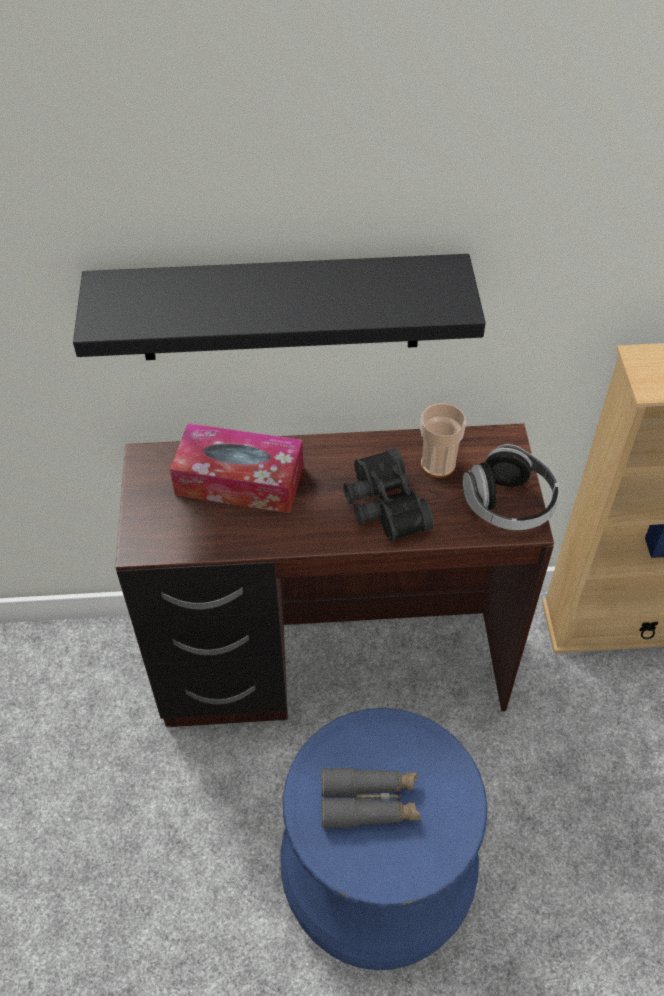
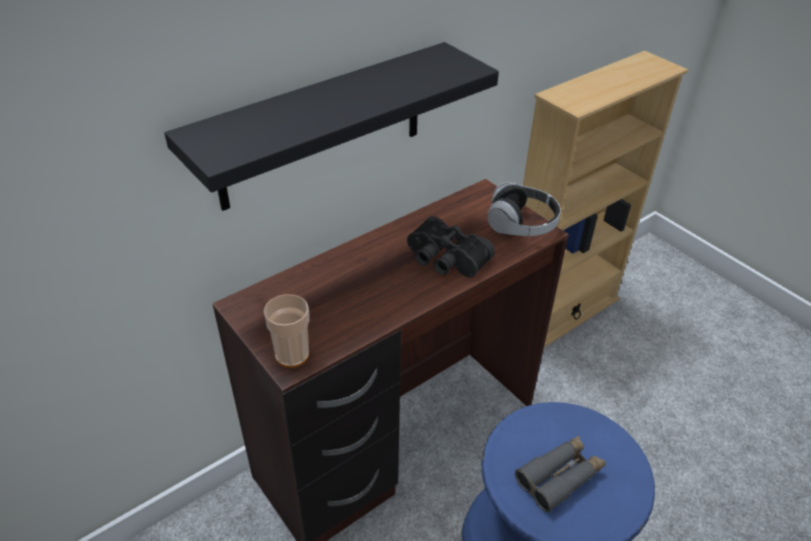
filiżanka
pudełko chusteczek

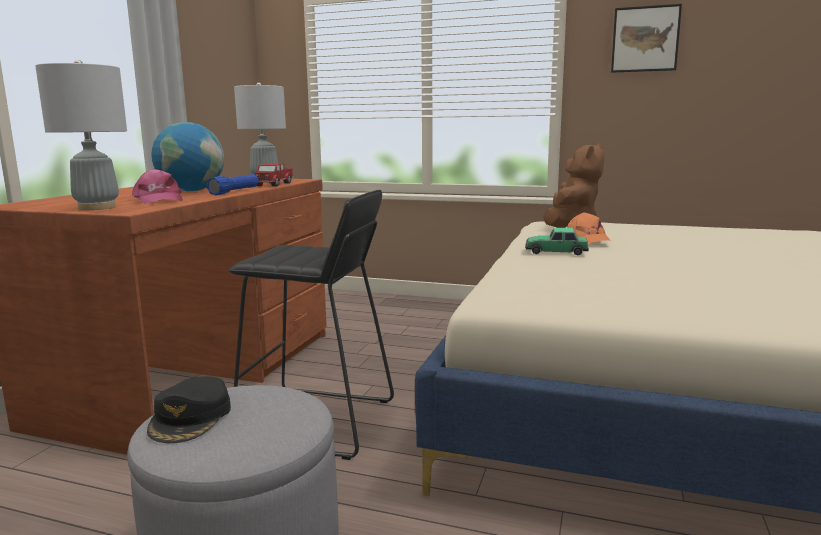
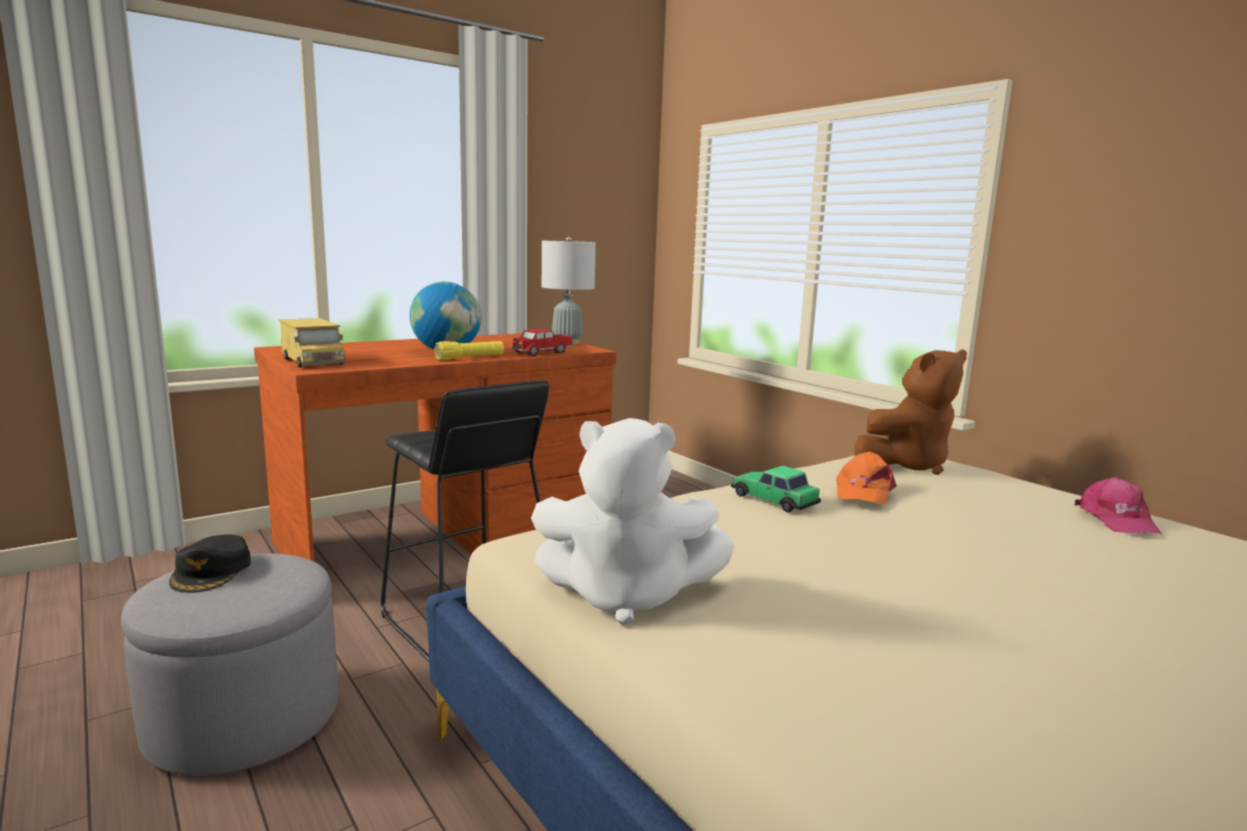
obraz
ciężarówka zabawkowa (no. 1 from left)
czapka z daszkiem [różowy]
latarka [żółty]
czapka z daszkiem [czarny]
pluszak [biały]

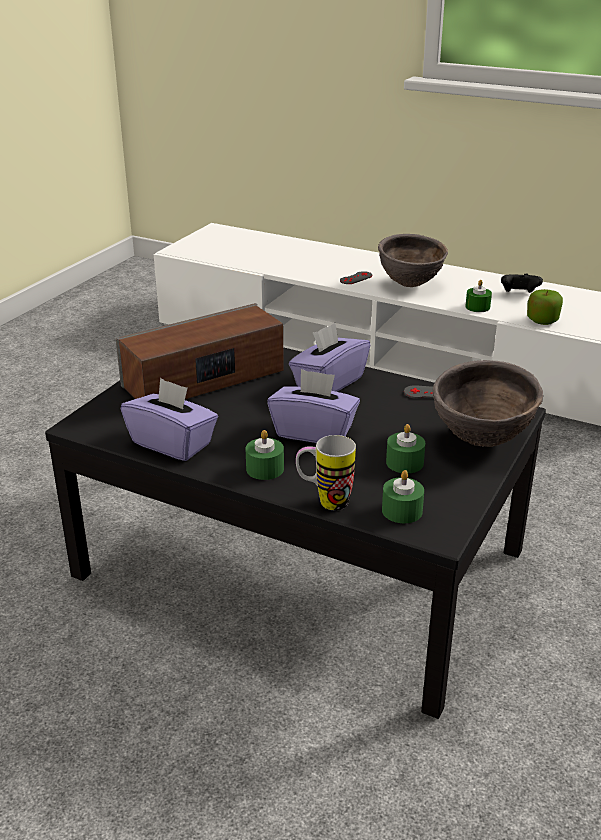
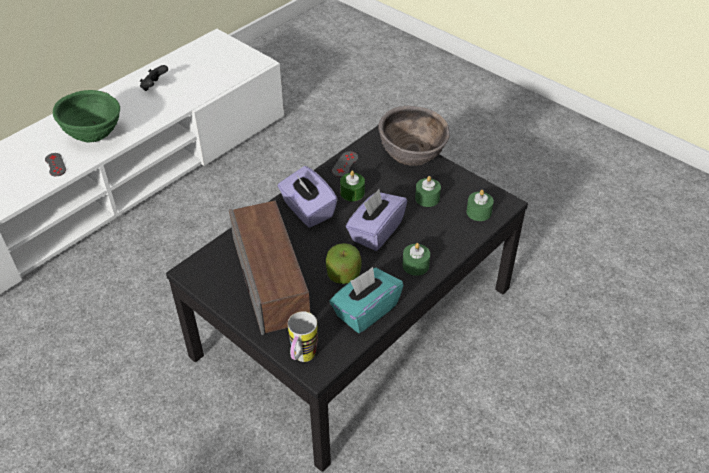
miska [zielony]
świeca [zielony] (no. 1 from left)
jabłko
pudełko chusteczek [turkusowy]
kubek

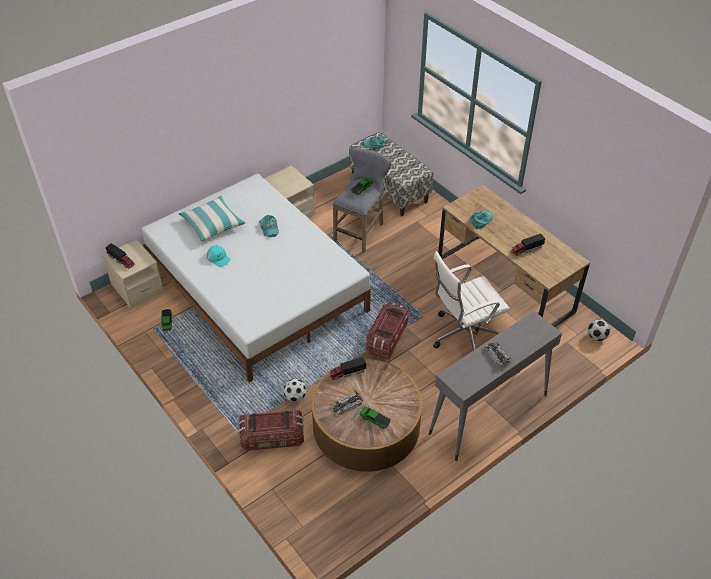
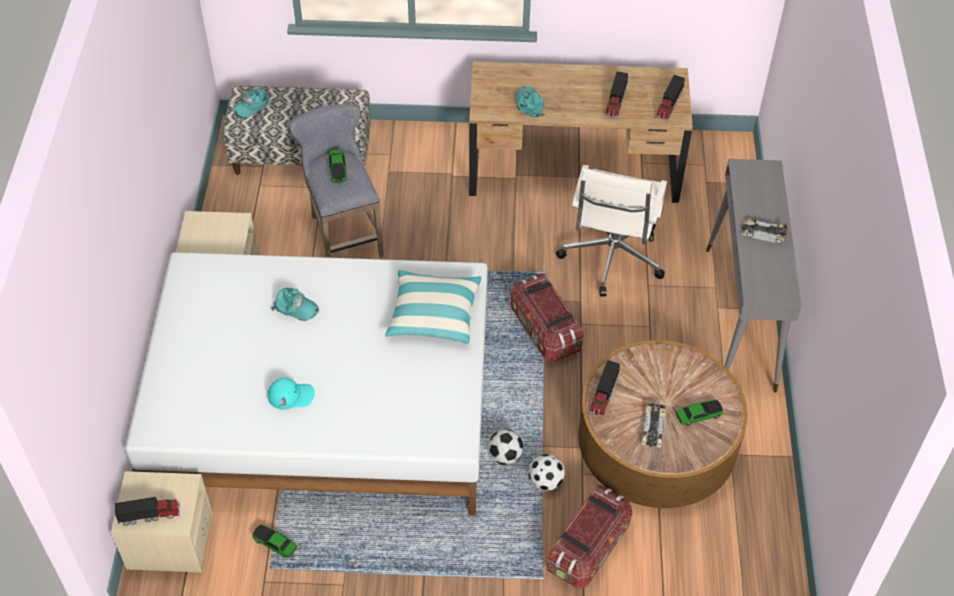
poduszka
piłka futbolowa (no. 1 from left)
ciężarówka zabawkowa (no. 4 from left)

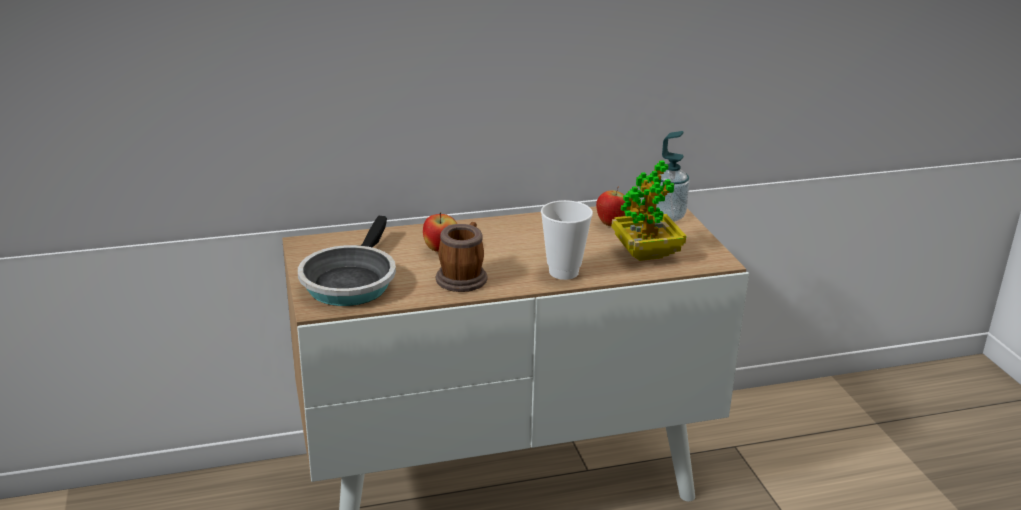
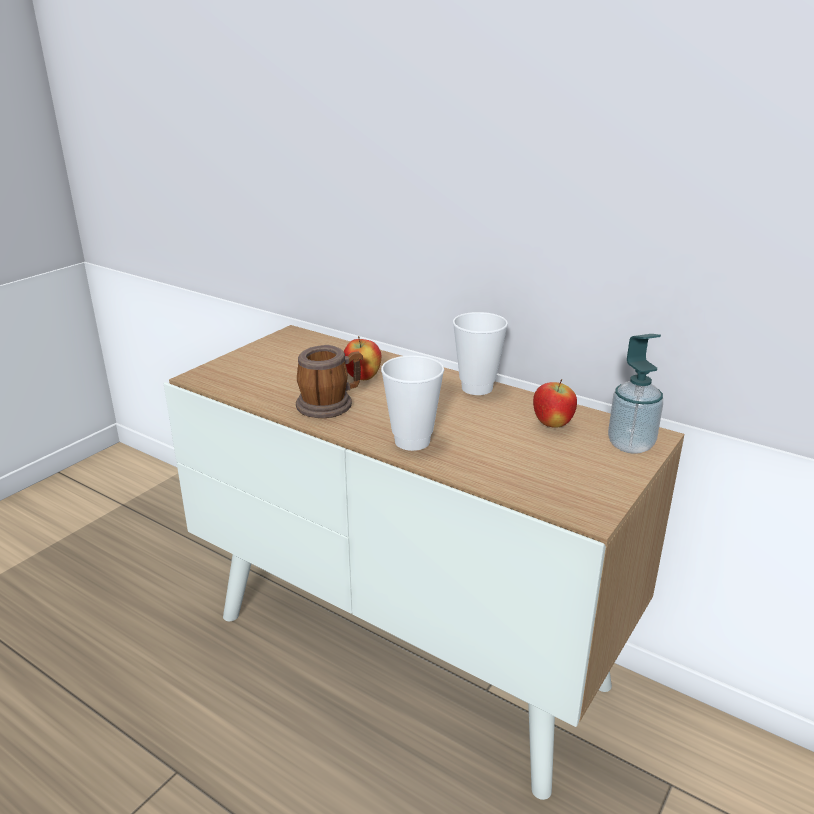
roślina doniczkowa
patelnia
filiżanka (no. 2 from left)

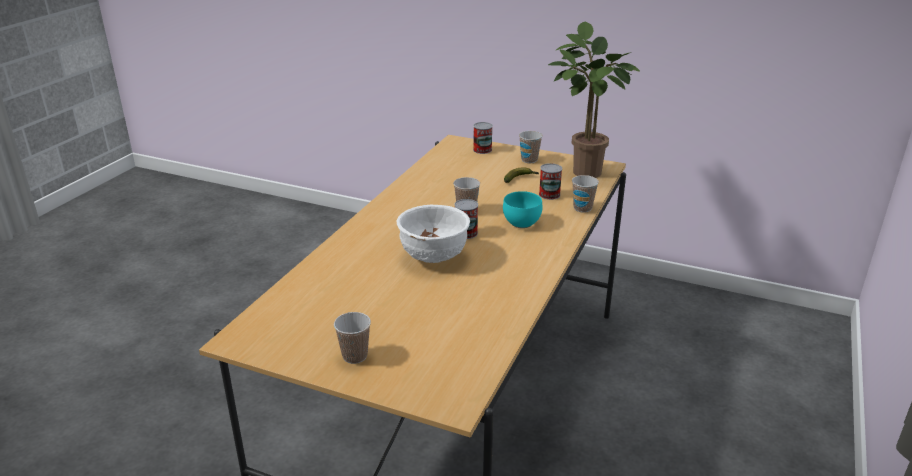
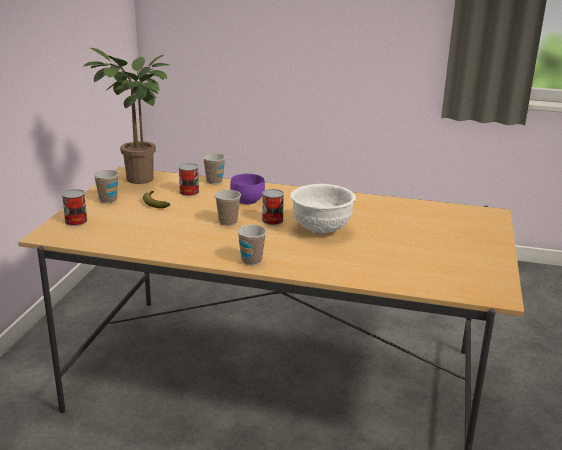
miska [fioletowy]
filiżanka (no. 4 from left)

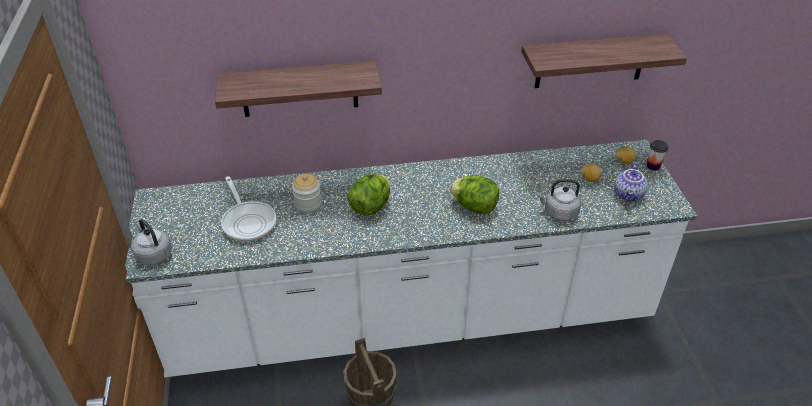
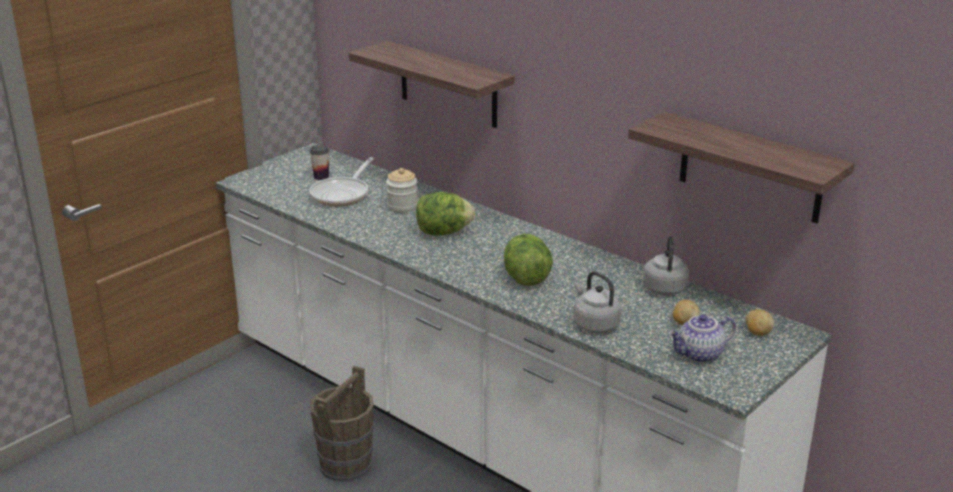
filiżanka
czajnik [szary] (no. 2 from left)

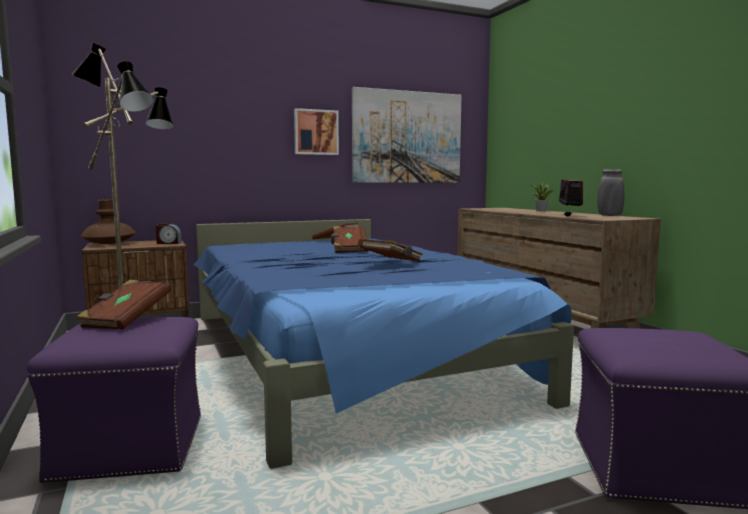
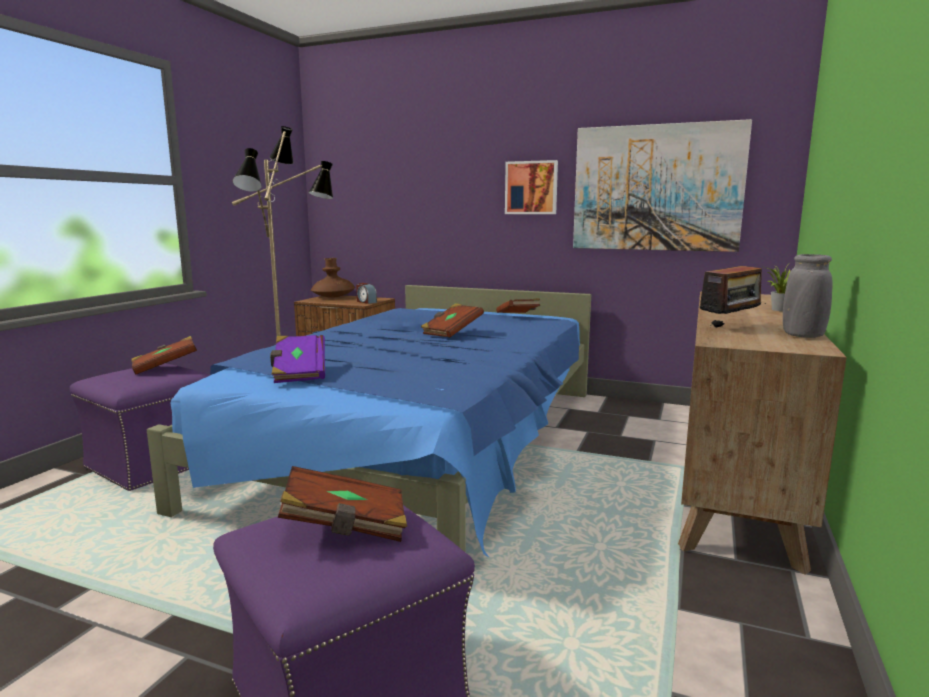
książka [brązowy] (no. 2 from left)
książka [fioletowy]

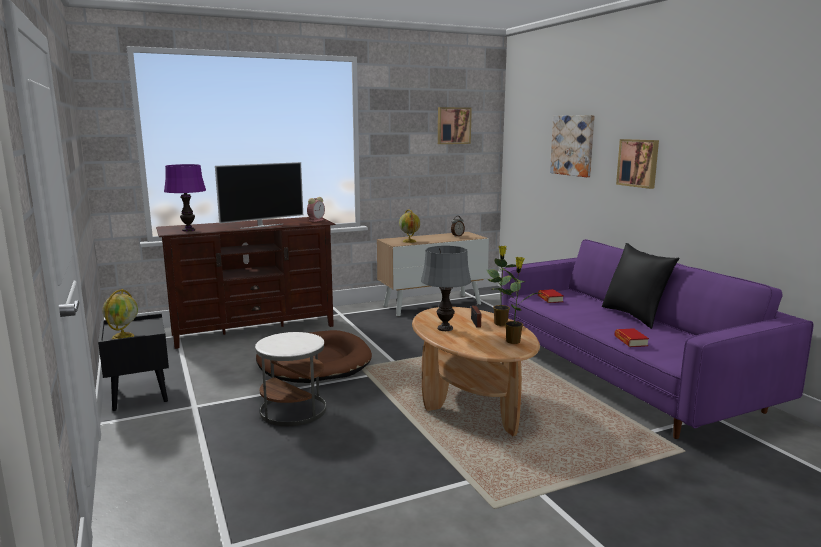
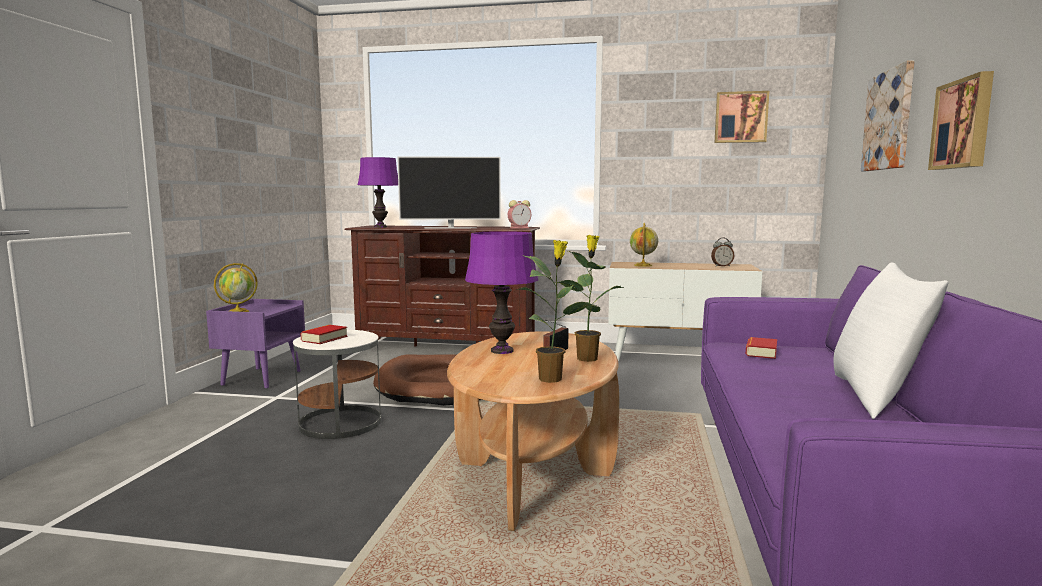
poduszka [biały]
lampa stołowa [fioletowy] (no. 2 from left)
szafka nocna [fioletowy]
książka (no. 1 from left)

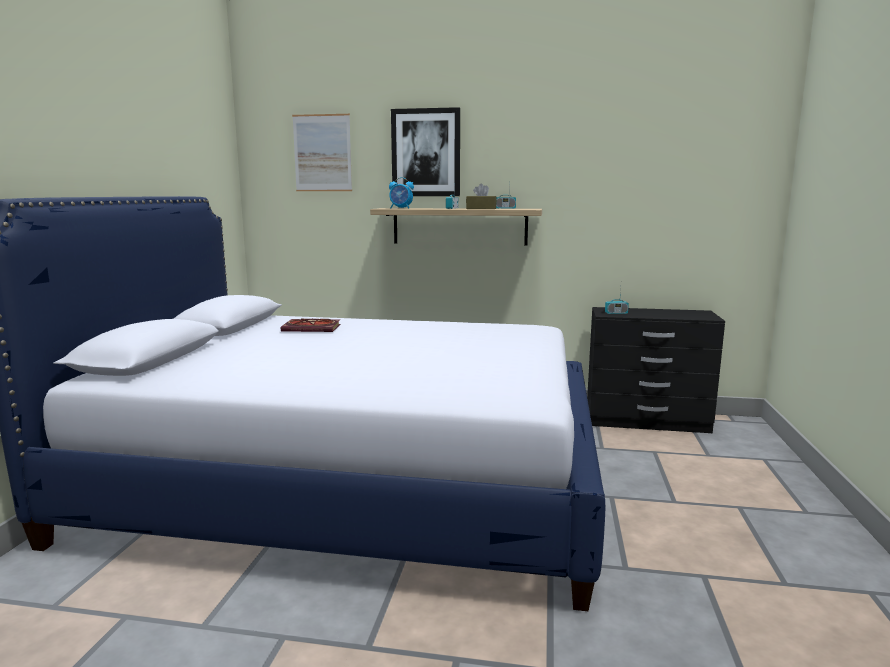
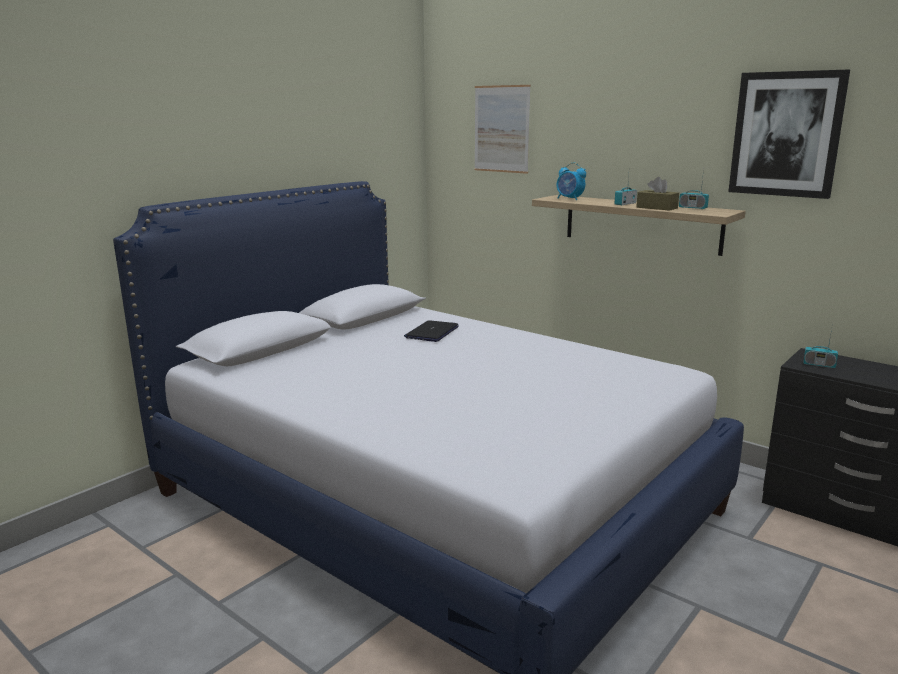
obraz (no. 2 from left)
laptop

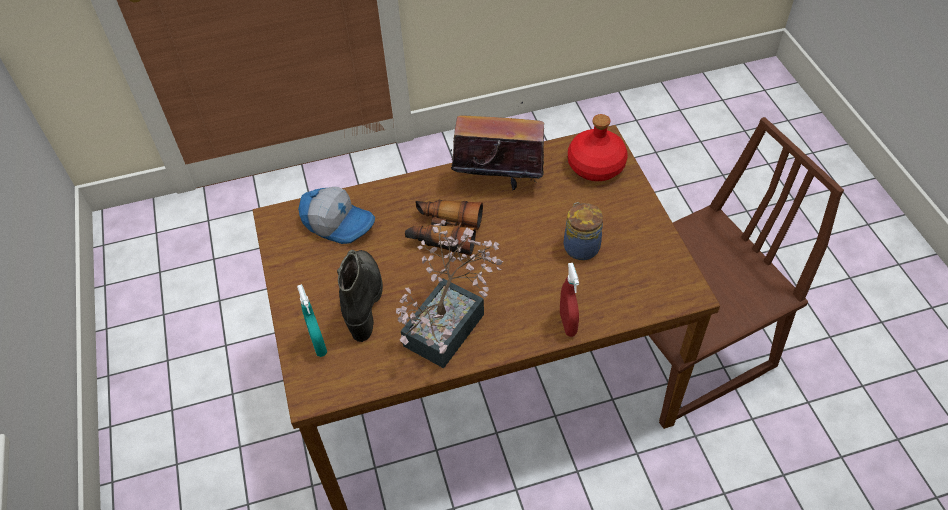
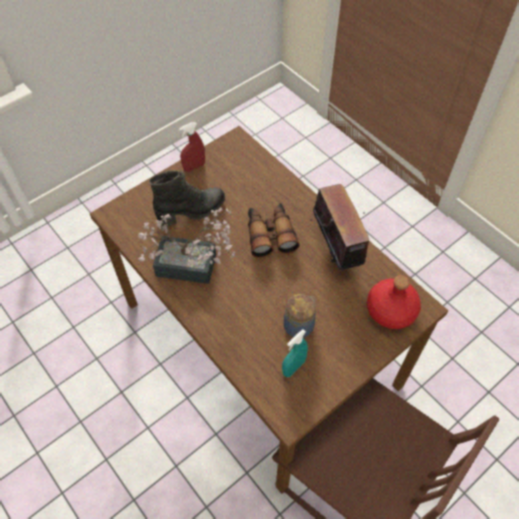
czapka z daszkiem
spryskiwacz [czerwony]
spryskiwacz [turkusowy]

